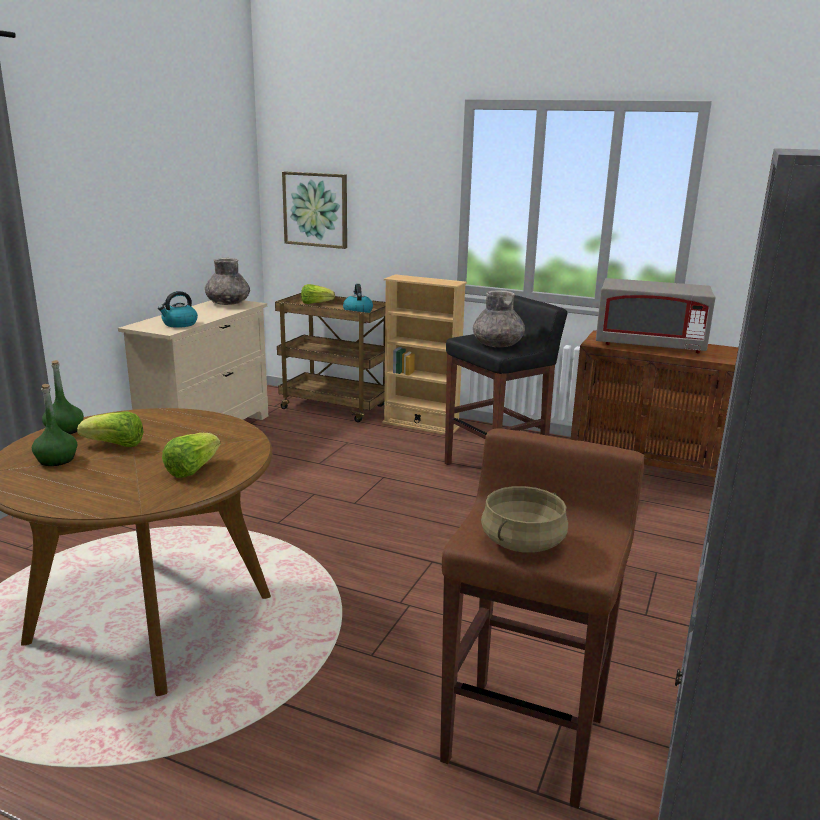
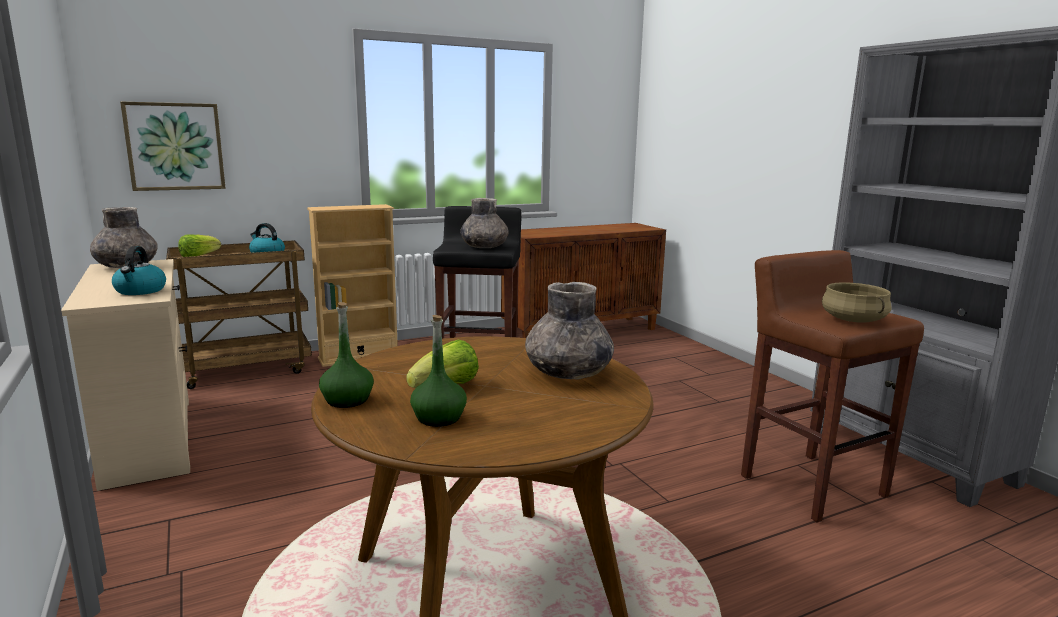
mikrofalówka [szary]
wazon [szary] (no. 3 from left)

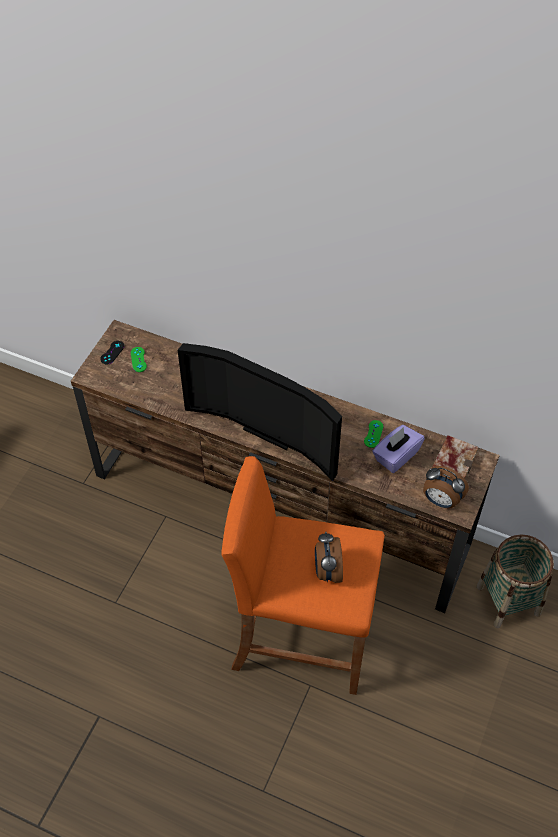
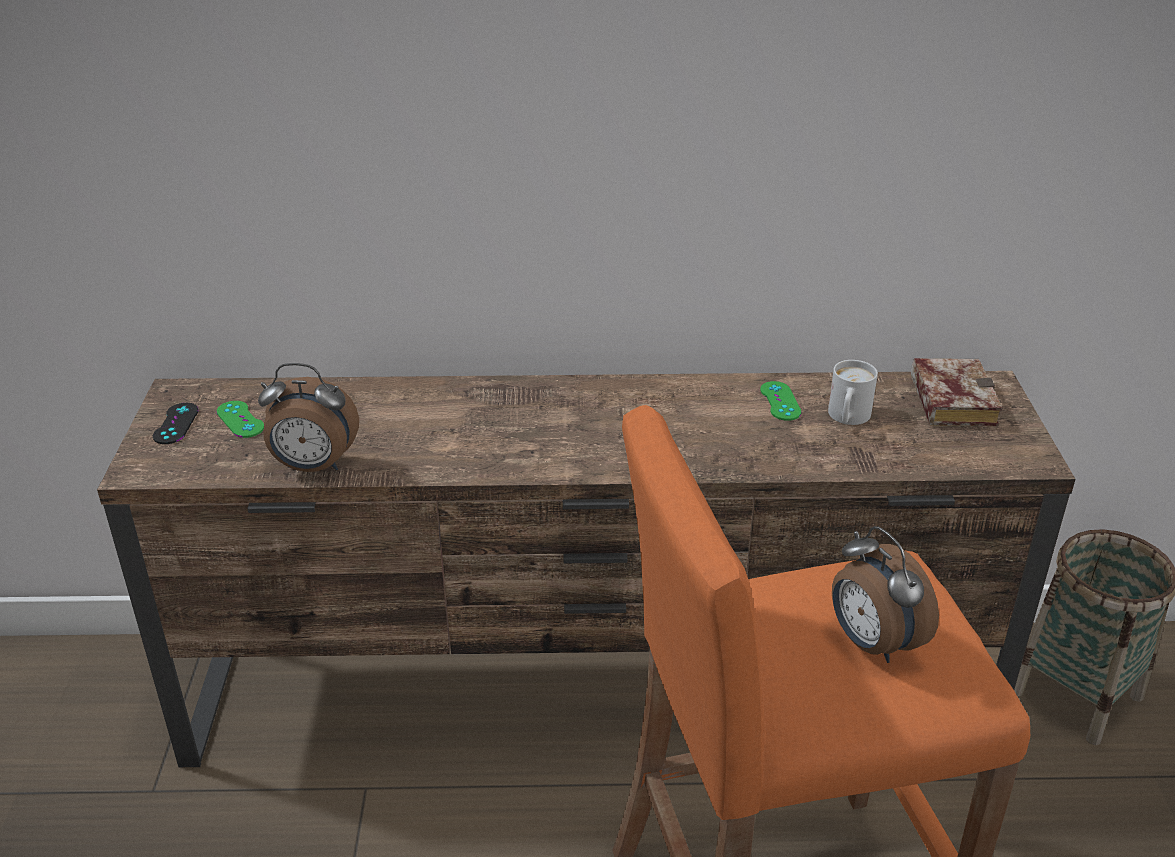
telewizor
kubek [biały]
budzik (no. 1 from left)

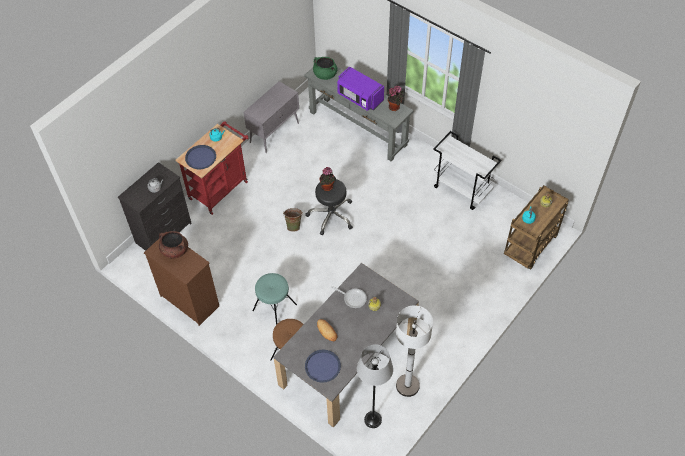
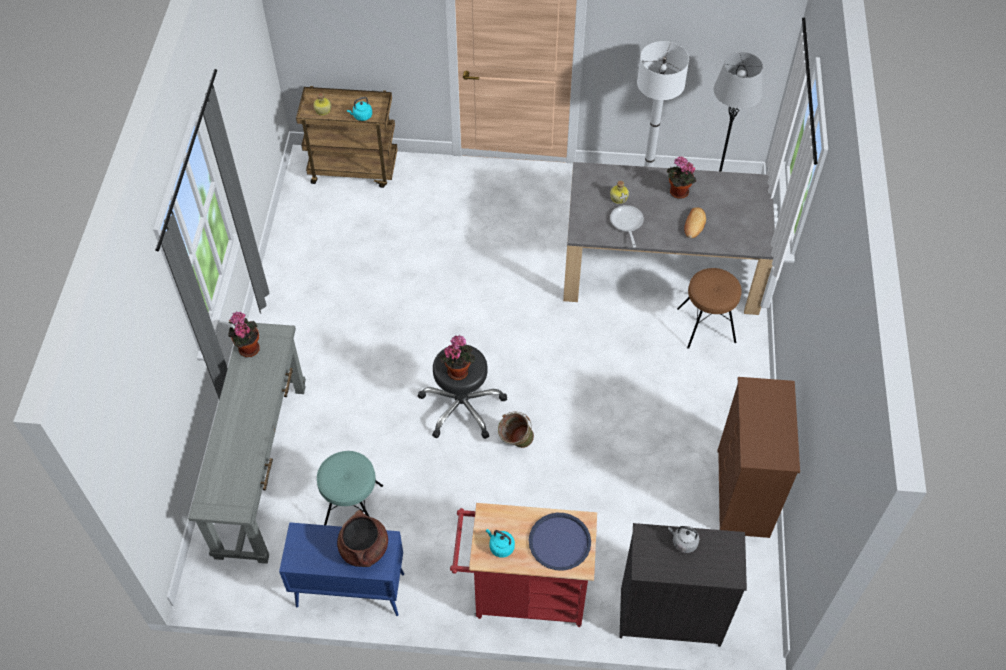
garnek [zielony]
mikrofalówka [fioletowy]
szafka [niebieski]
wózek [biały]
garnek [brązowy]
stołek [turkusowy]
taca [niebieski] (no. 2 from left in the first image)
roślina doniczkowa (no. 3 from left)

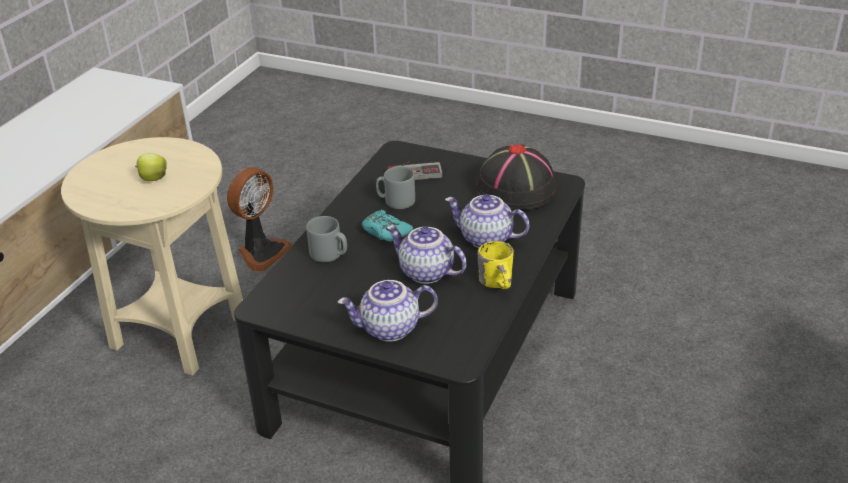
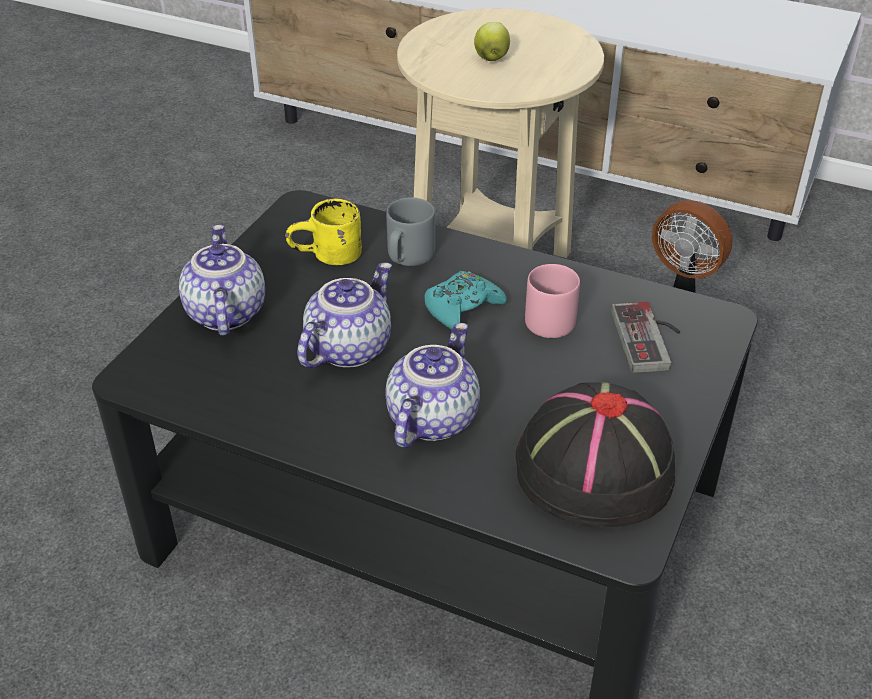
kubek [różowy]
kubek [żółty]

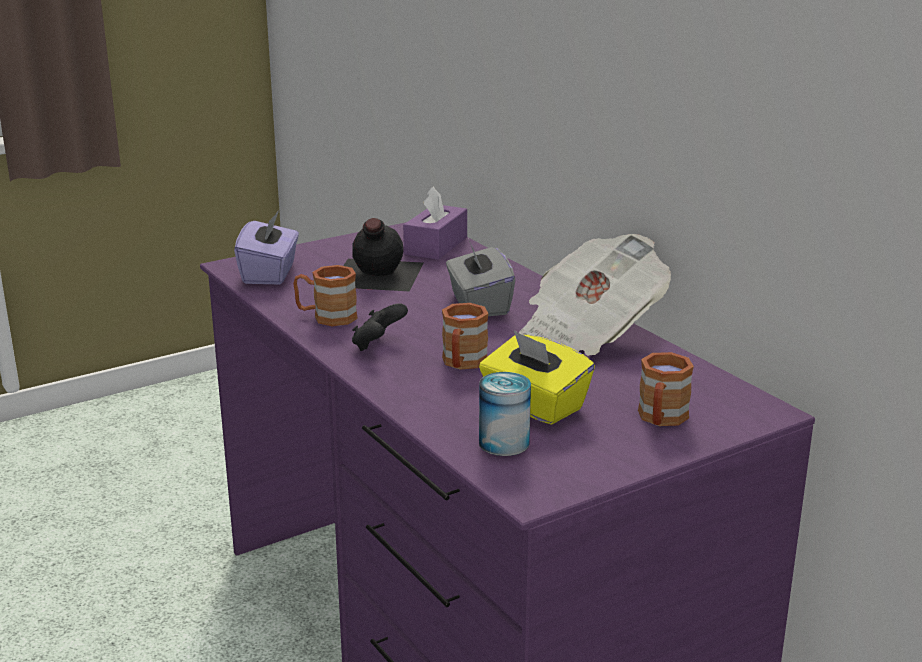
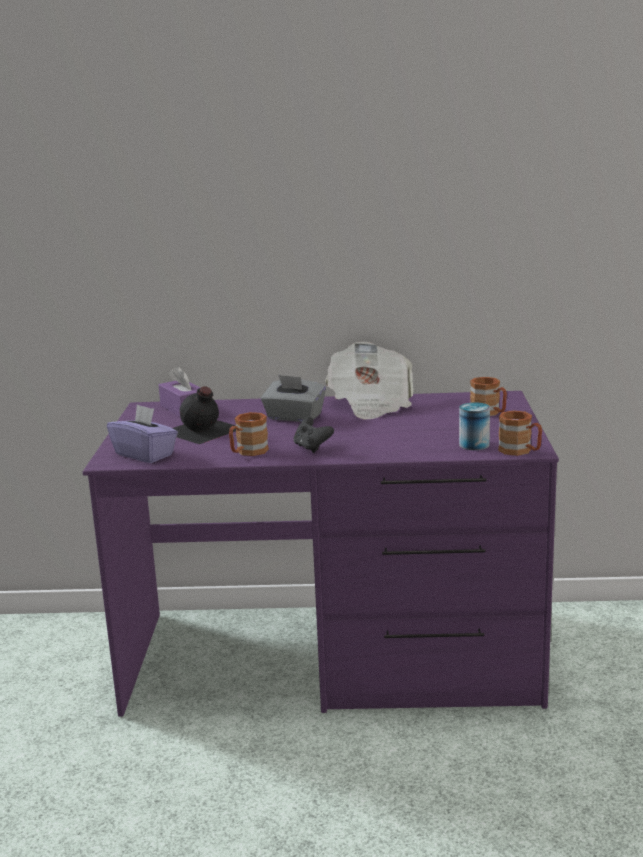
kubek [brązowy] (no. 3 from left)
pudełko chusteczek [żółty]

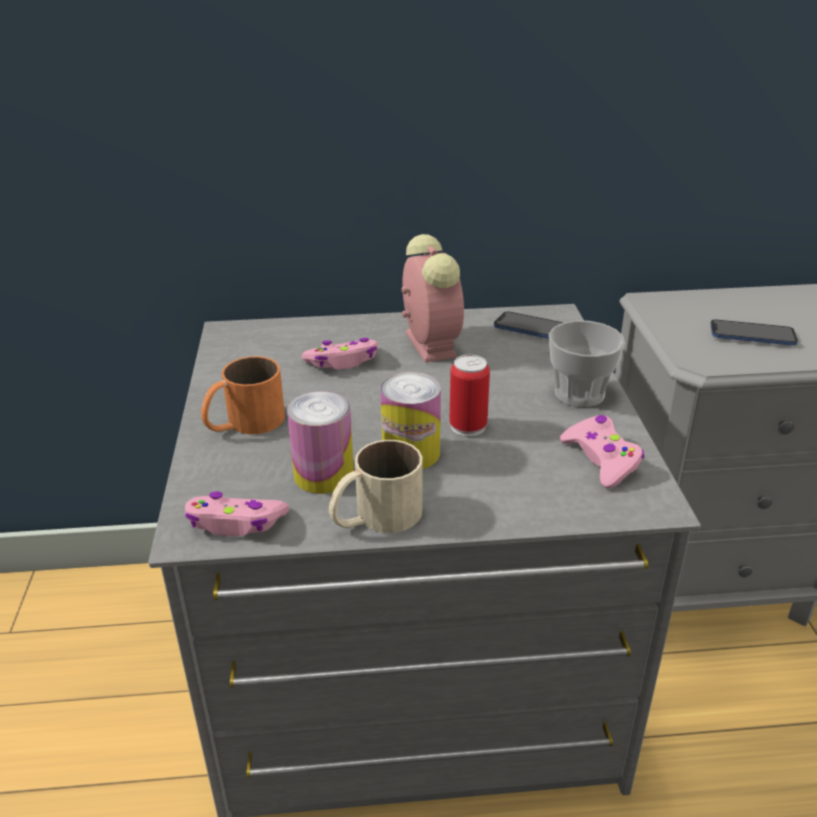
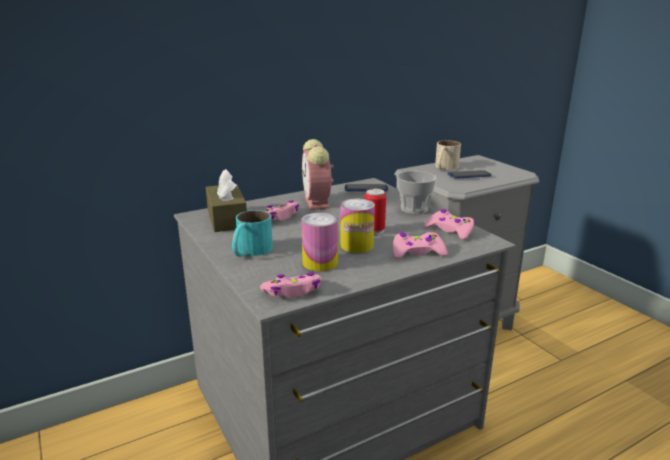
budzik
kubek [turkusowy]
kubek [beżowy]
pudełko chusteczek [brązowy]
pad do gier [różowy] (no. 3 from left)

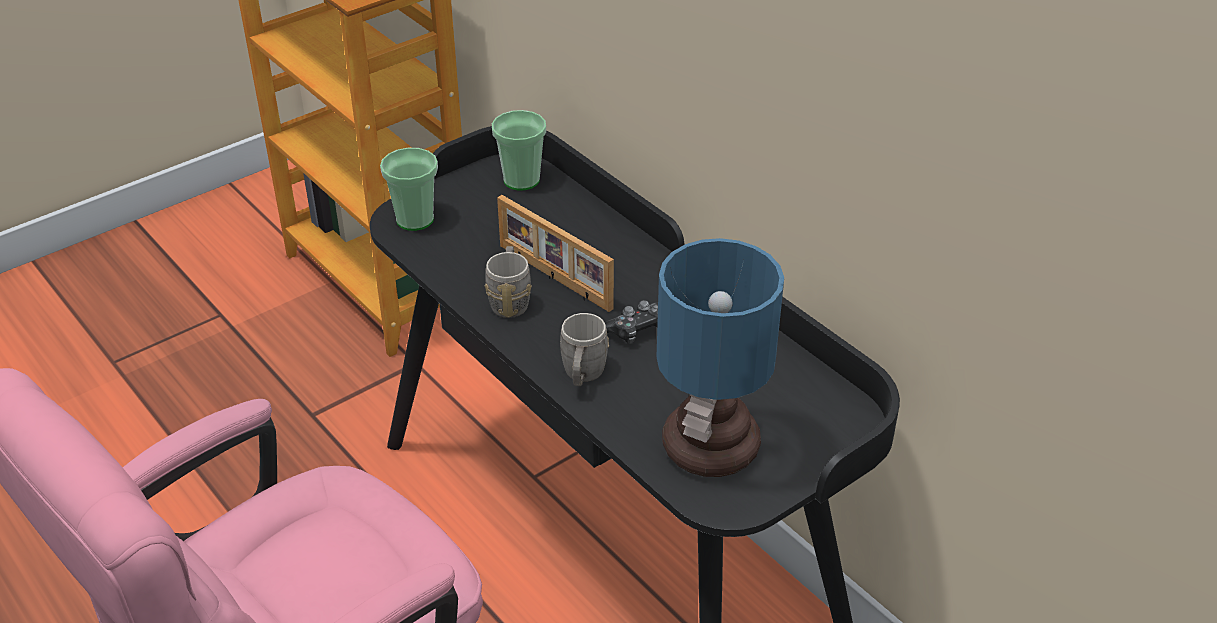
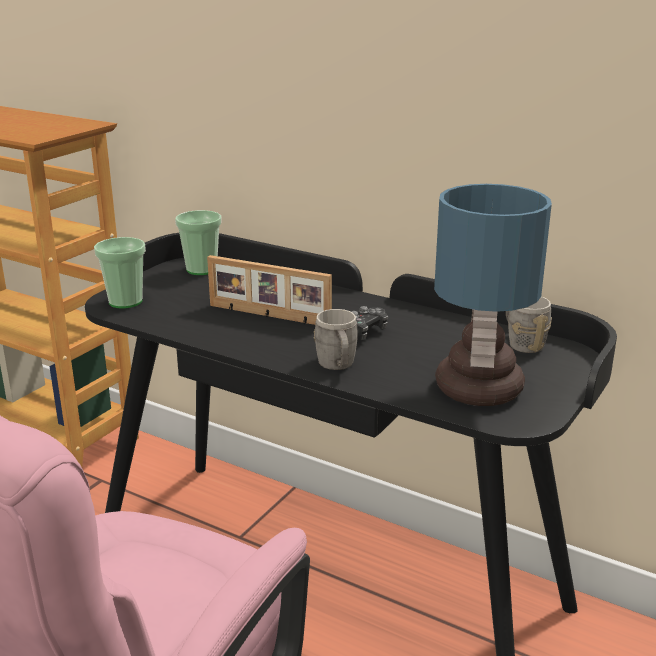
kubek [szary] (no. 2 from left)

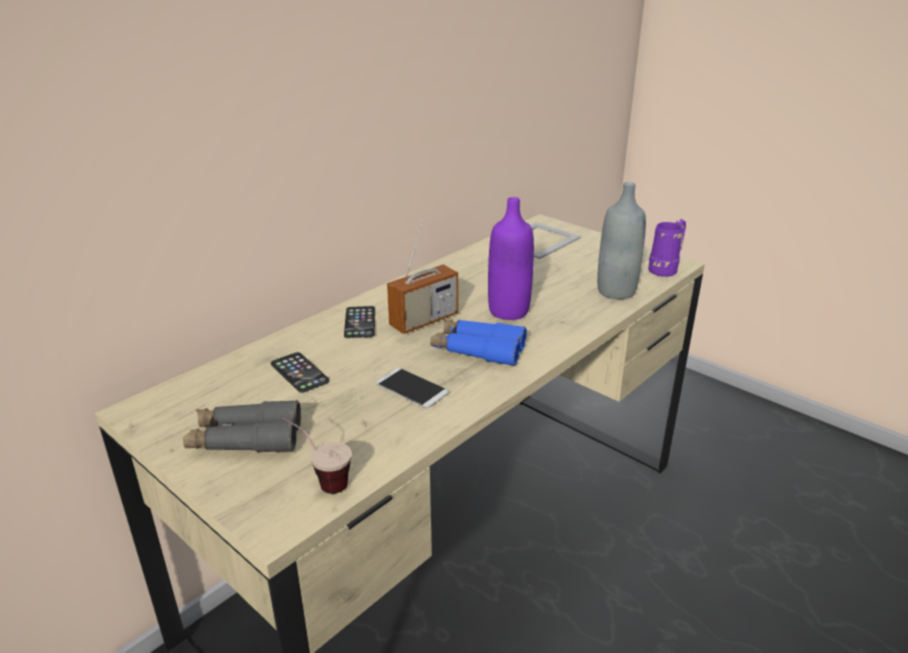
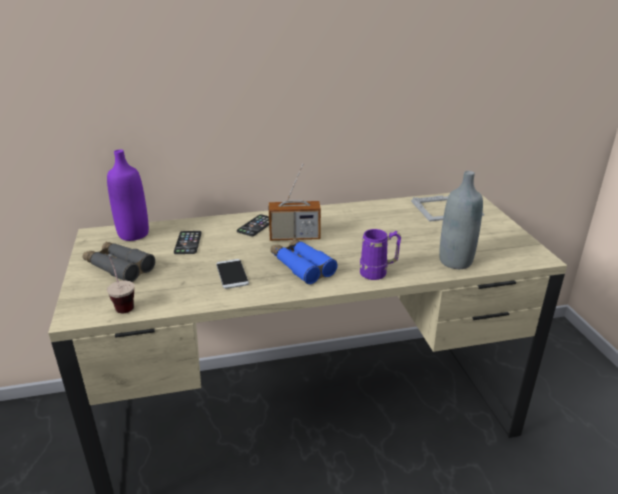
butelka [fioletowy]
kubek [fioletowy]

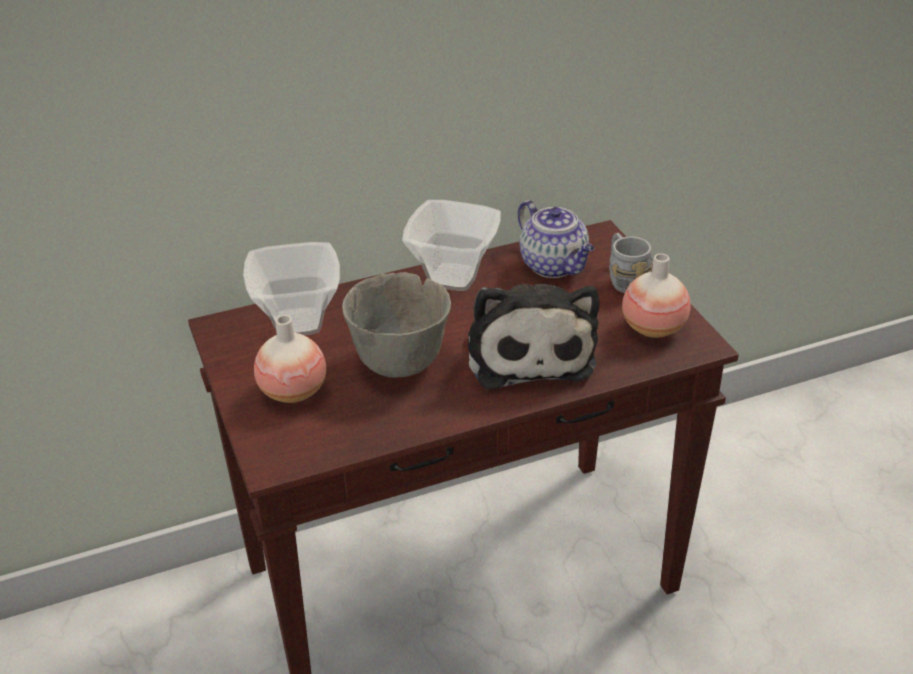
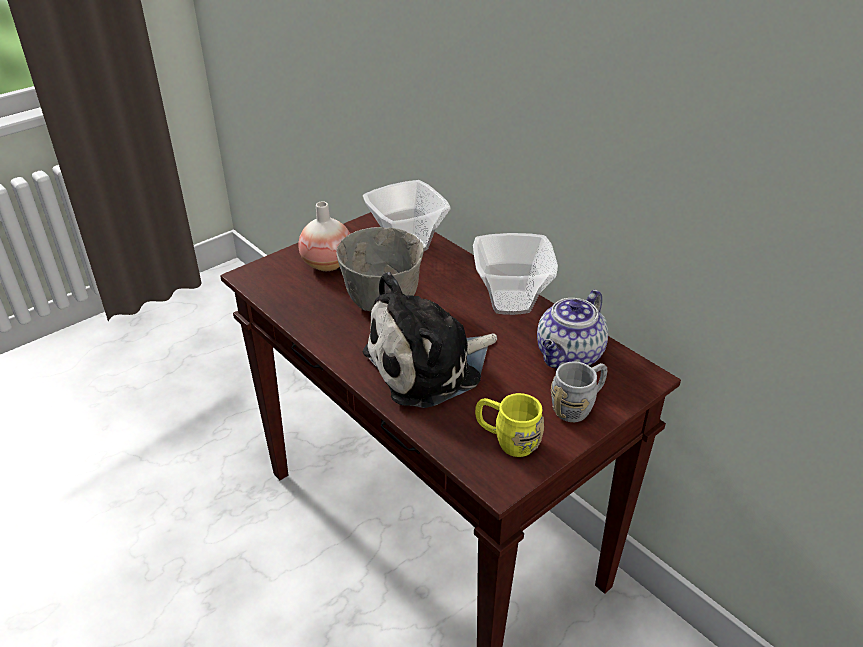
kubek [żółty]

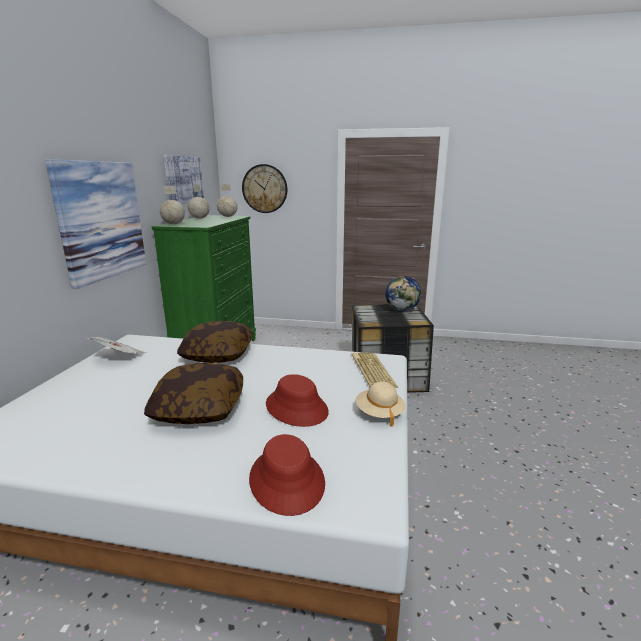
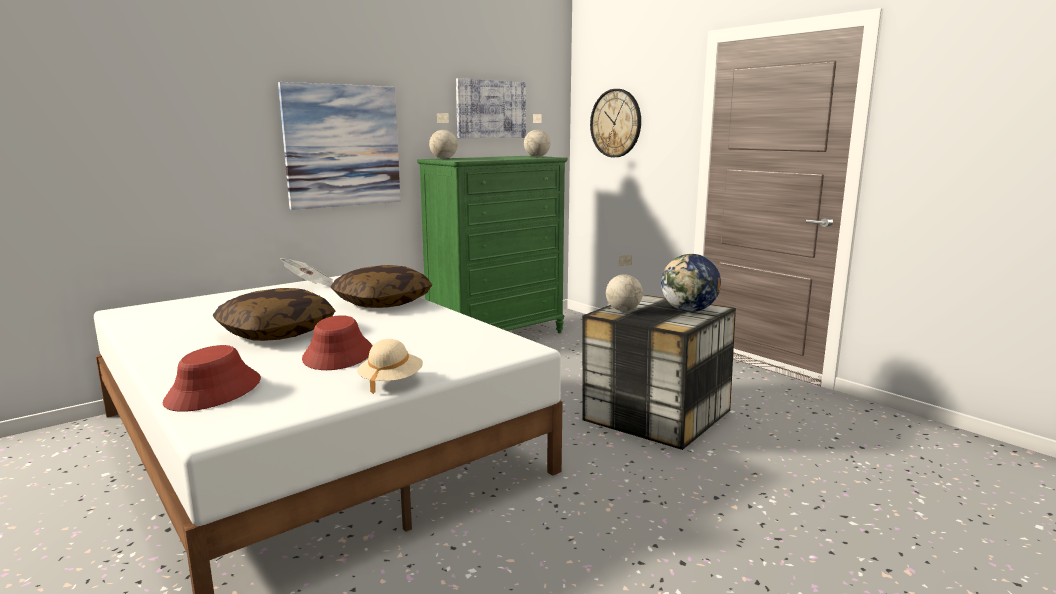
globus (no. 3 from left)
klawiatura

